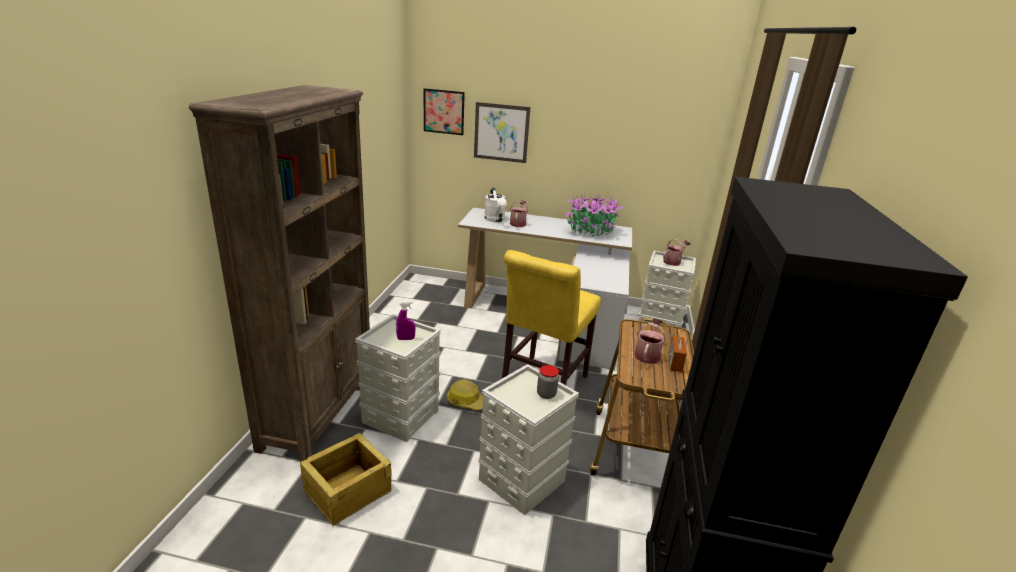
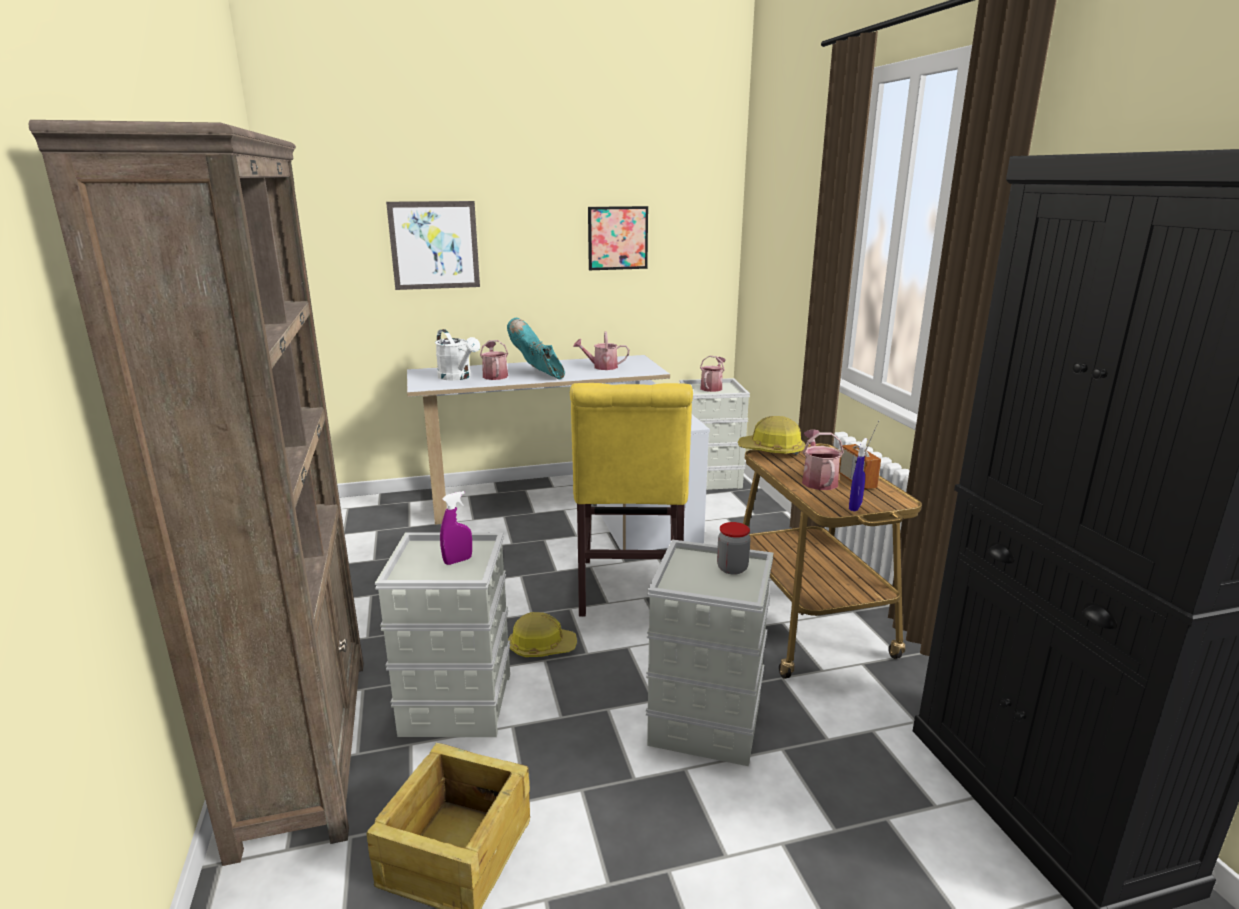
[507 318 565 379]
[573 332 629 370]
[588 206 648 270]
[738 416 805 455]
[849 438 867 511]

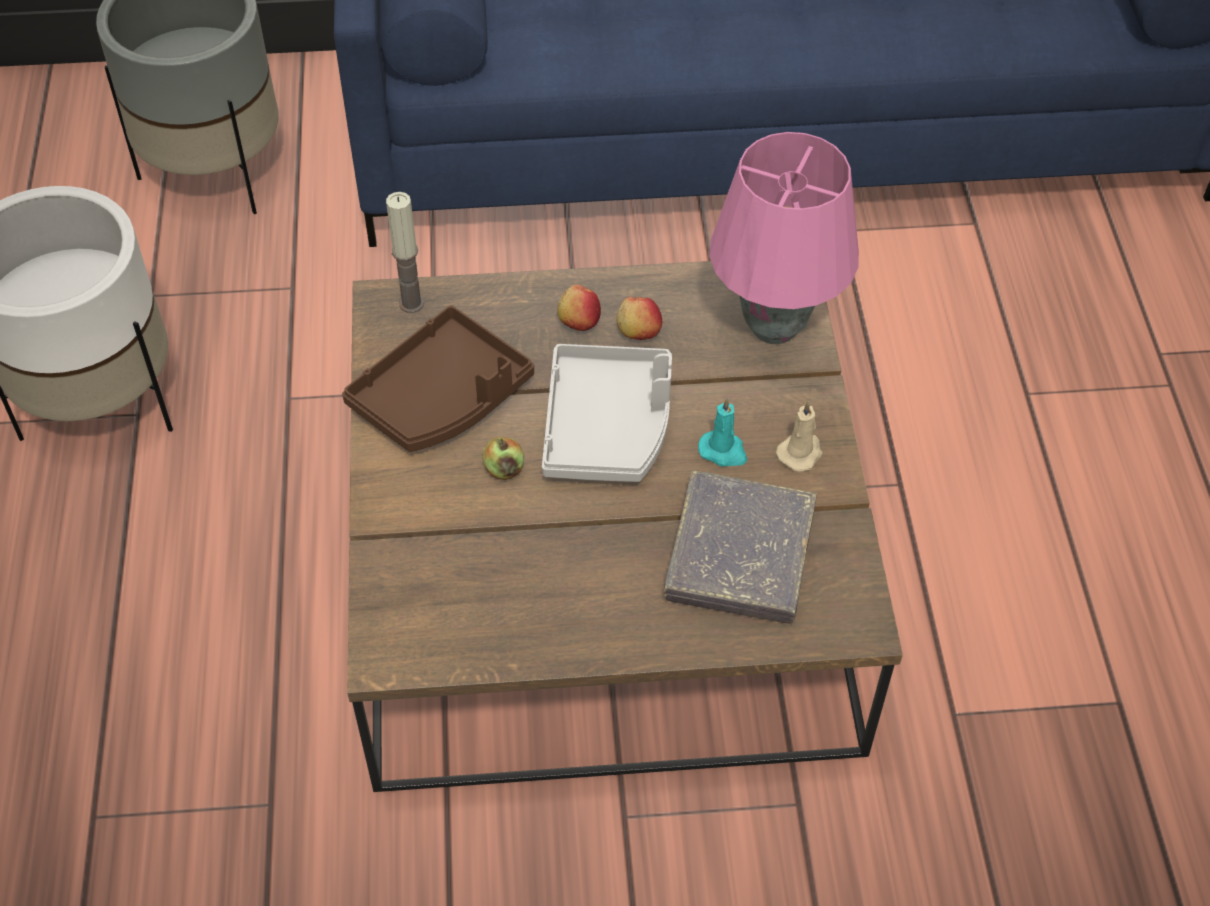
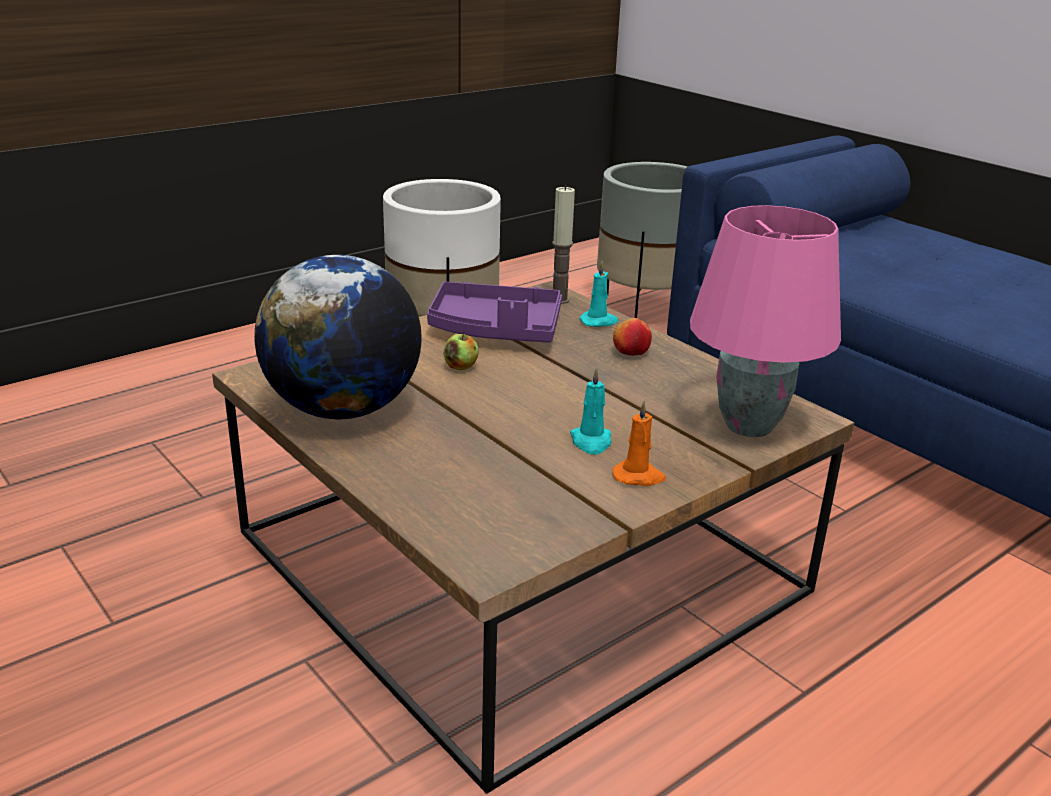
[254 255 422 419]
[427 282 562 342]
[579 261 619 327]
[613 400 666 486]
[542 344 672 482] (first image)
[616 297 662 340] (first image)
[664 471 817 624] (first image)

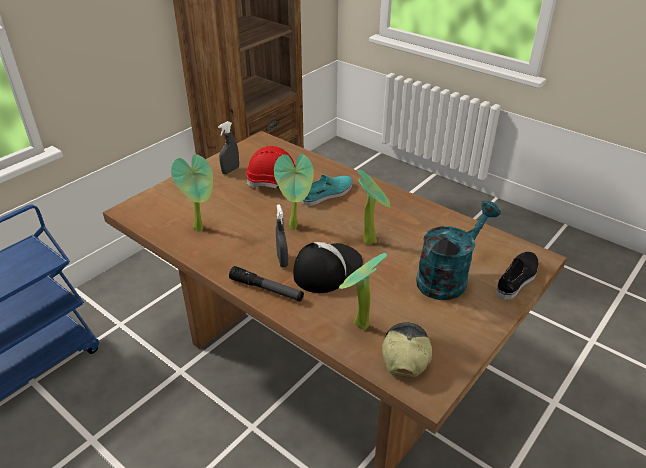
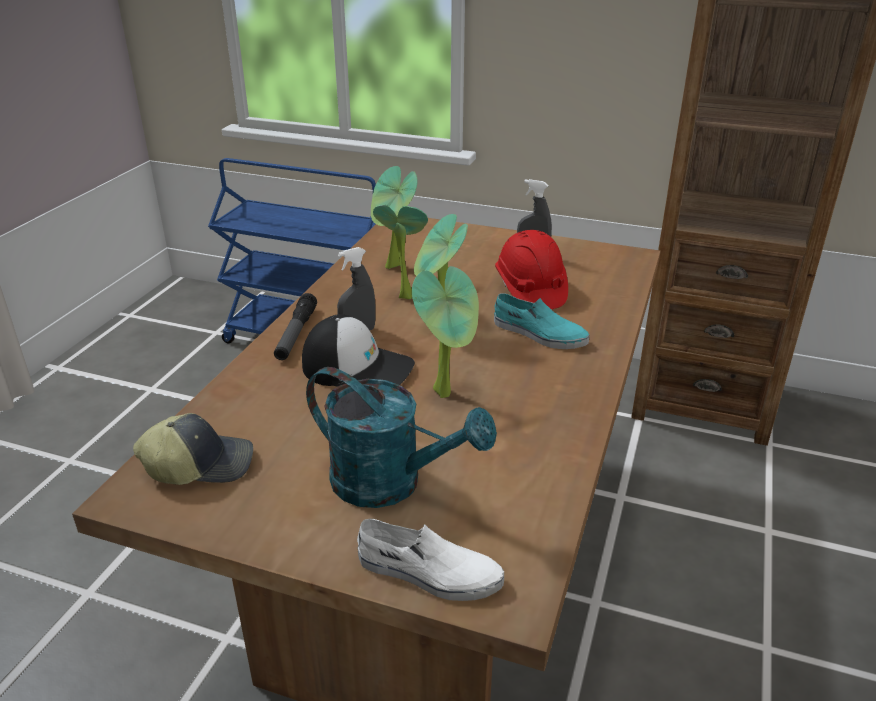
[357 519 504 601]
[373 205 428 299]

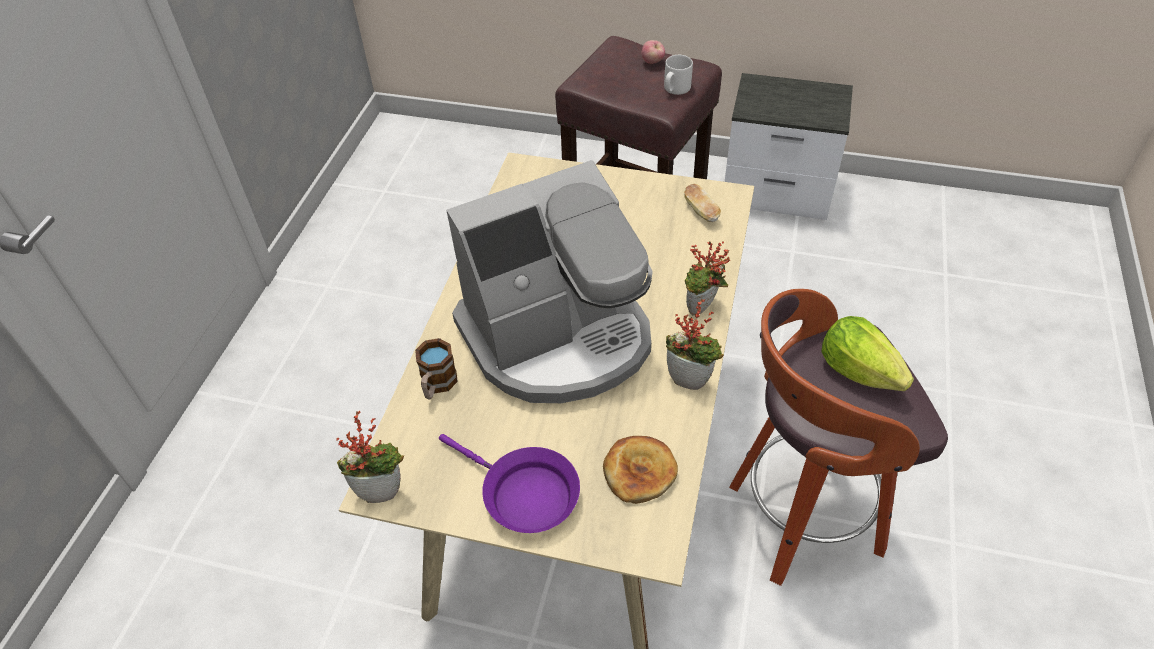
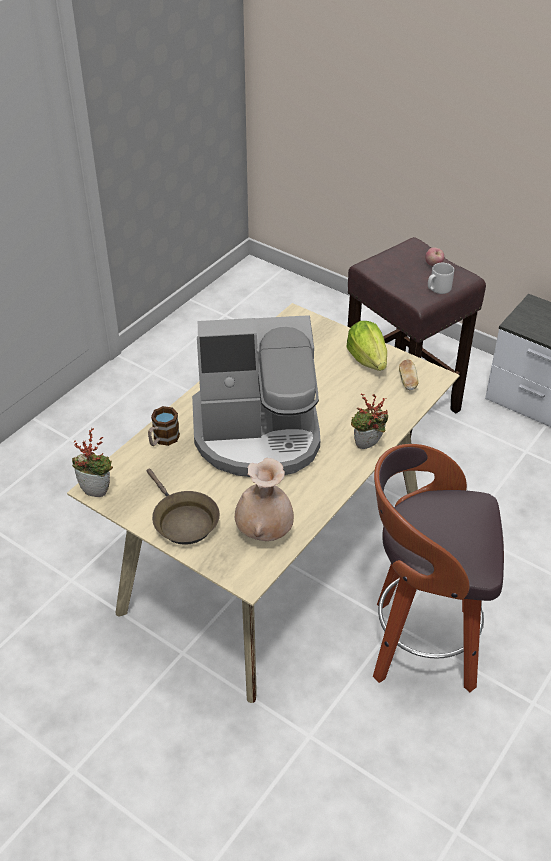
[146 469 220 545]
[235 458 294 541]
[347 321 387 371]
[666 299 724 390] (first image)

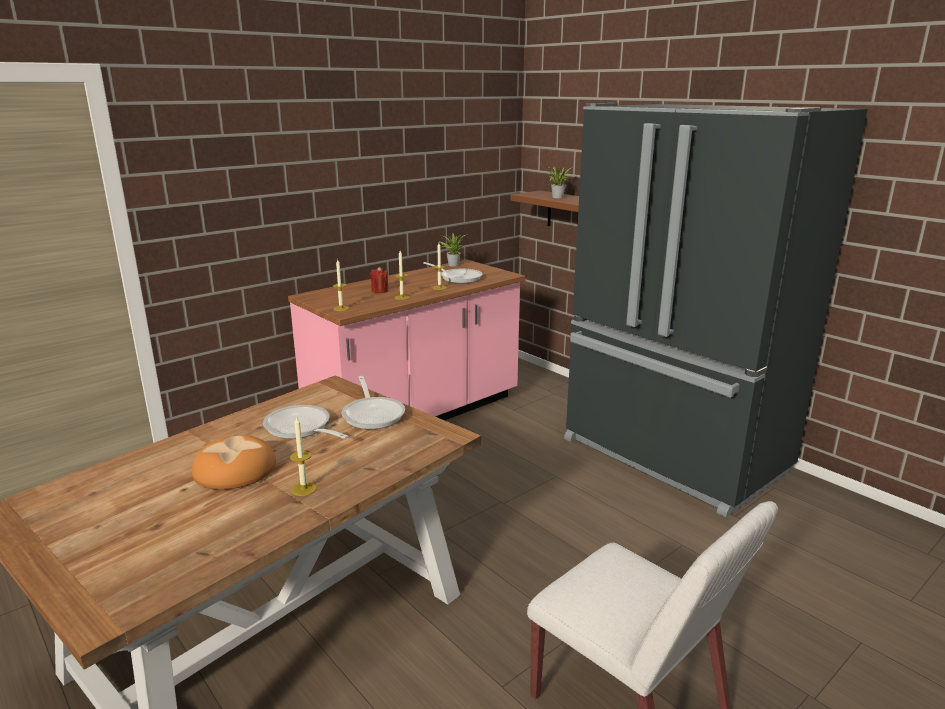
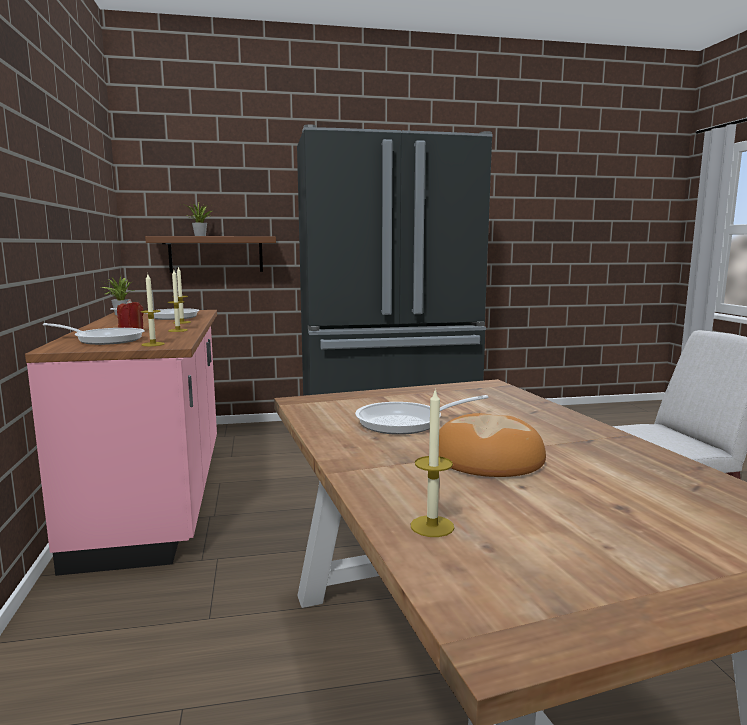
[43 323 145 345]
[411 389 454 537]

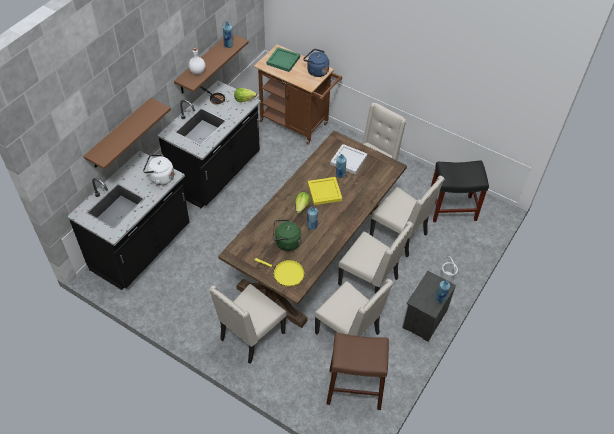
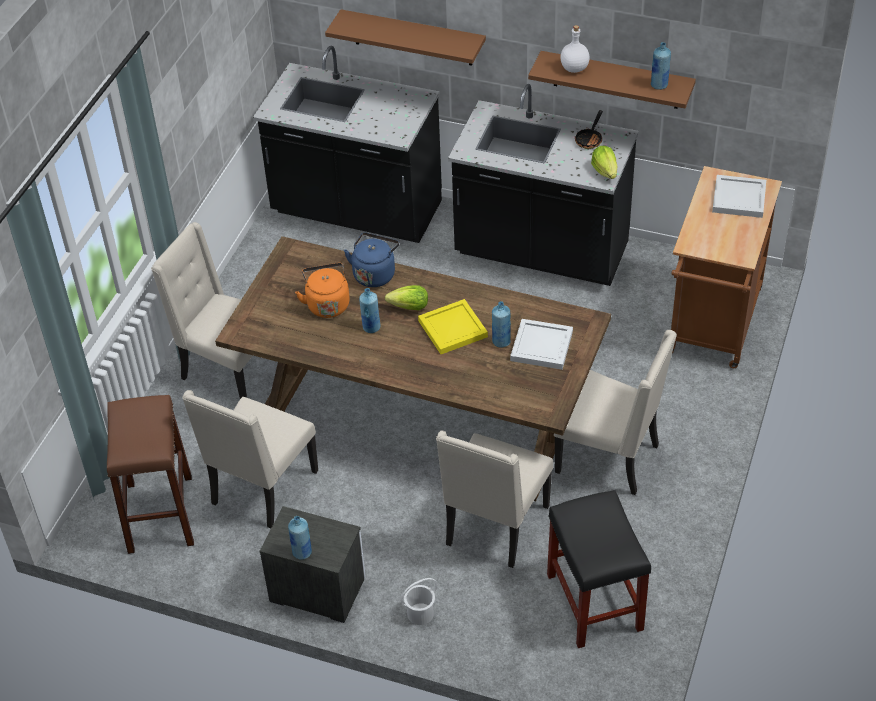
[295 263 350 318]
[344 233 399 287]
[712 175 766 218]
[143 154 174 185] (first image)
[255 258 305 287] (first image)
[338 221 413 294] (first image)

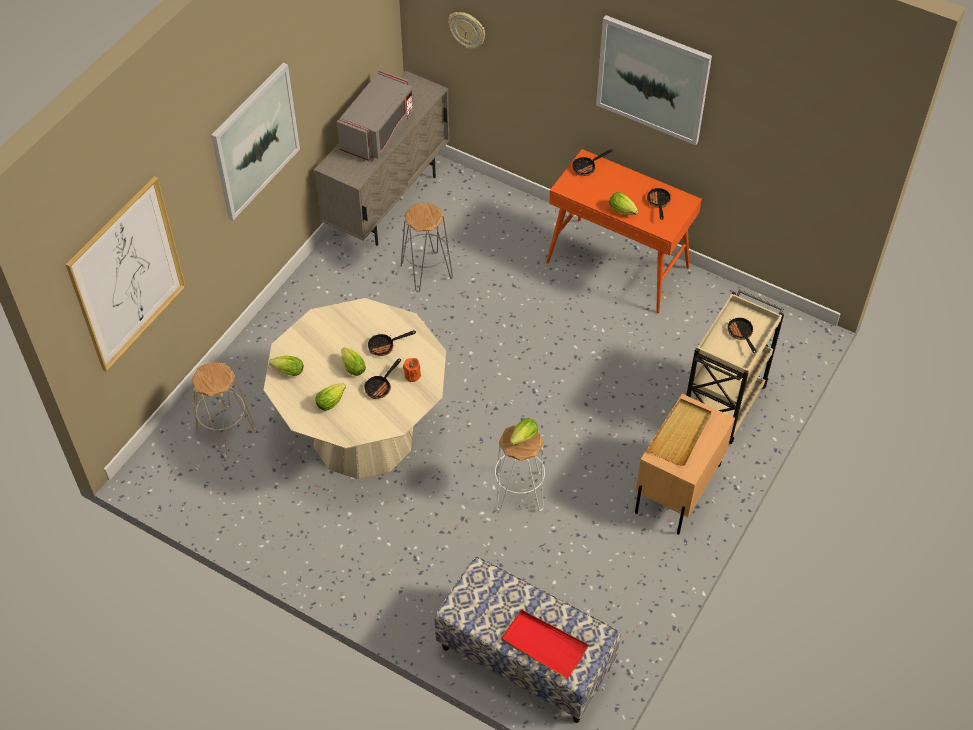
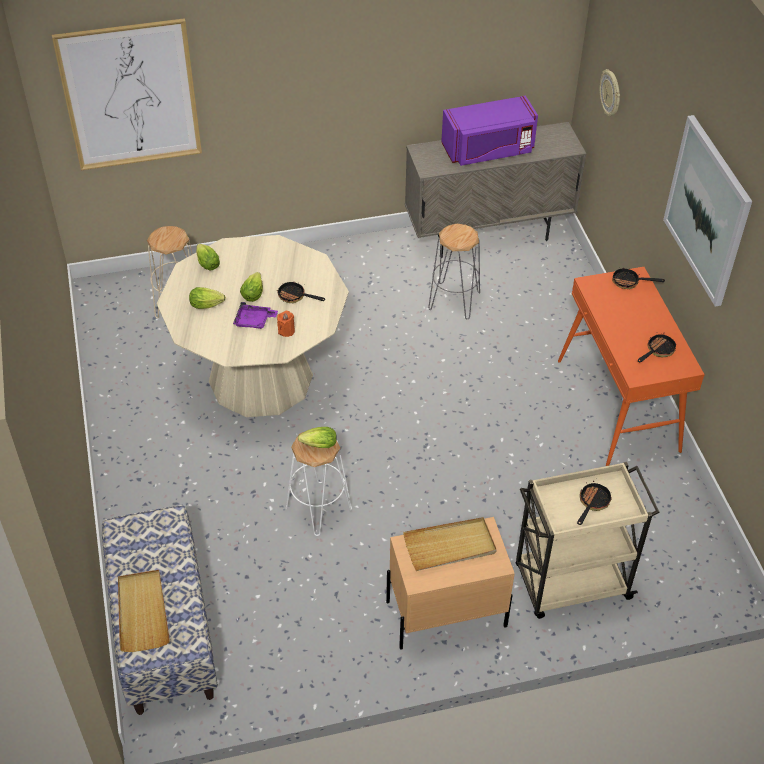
[118 570 170 652]
[233 302 278 329]
[441 96 538 166]
[211 63 300 220] (first image)
[609 192 638 215] (first image)

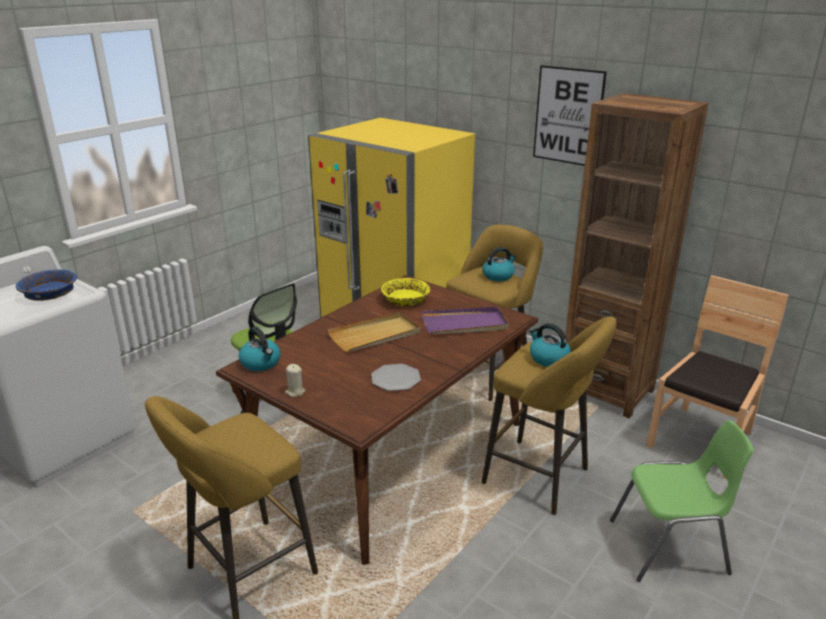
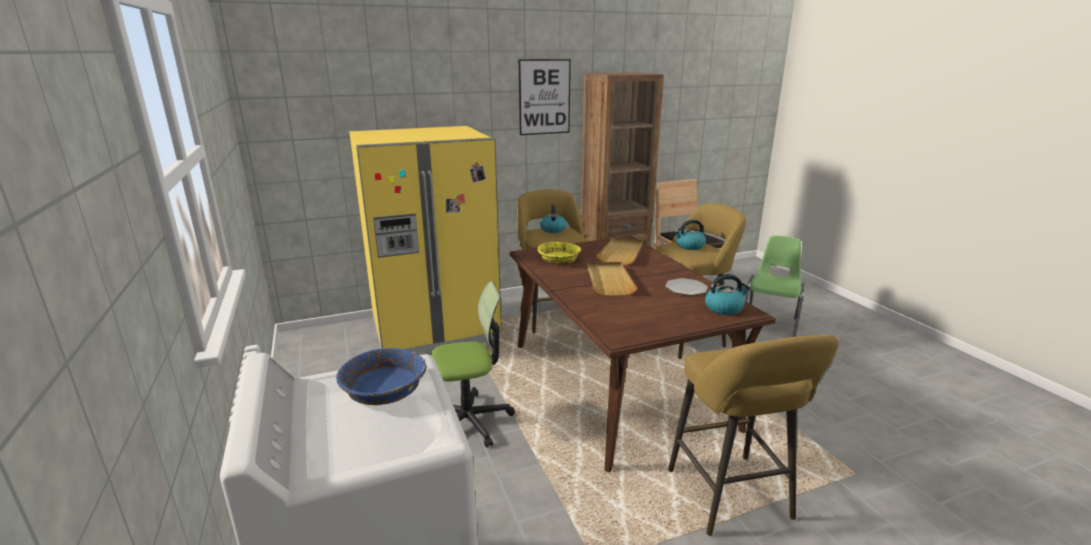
[597 237 643 265]
[705 274 751 315]
[285 364 305 397] (first image)

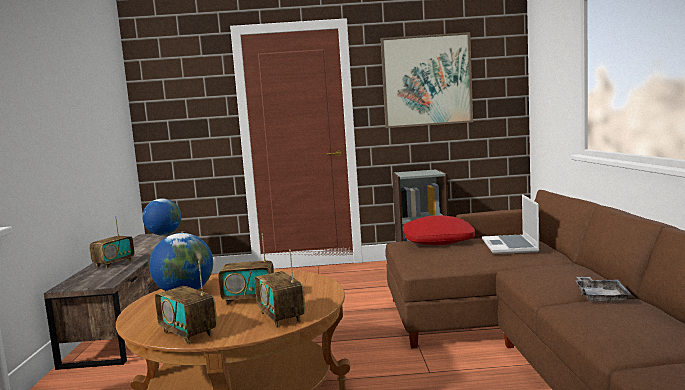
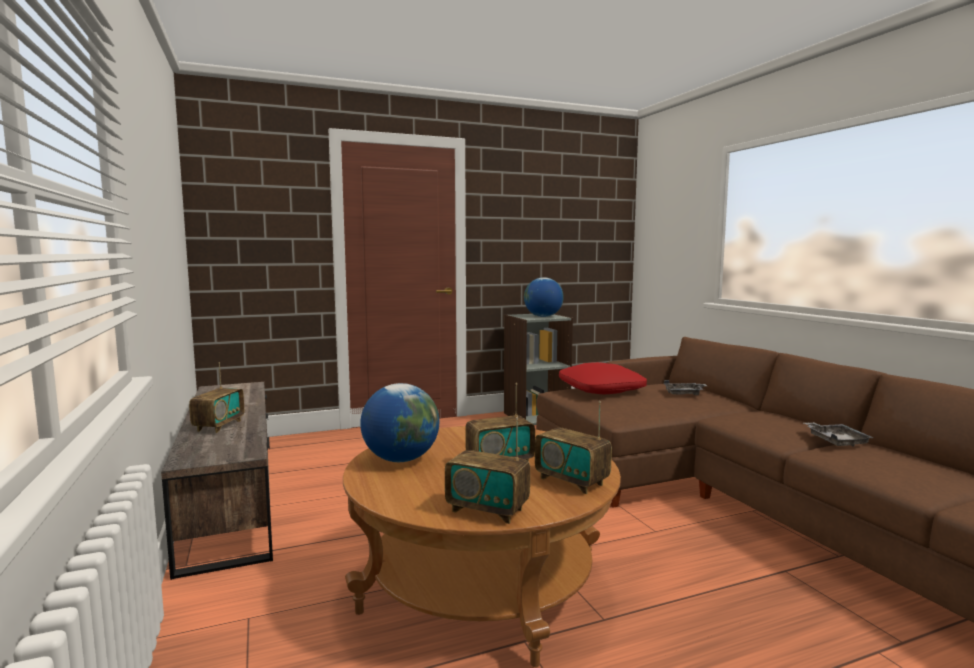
[524 277 564 317]
[664 380 707 395]
[381 32 473 128] (first image)

